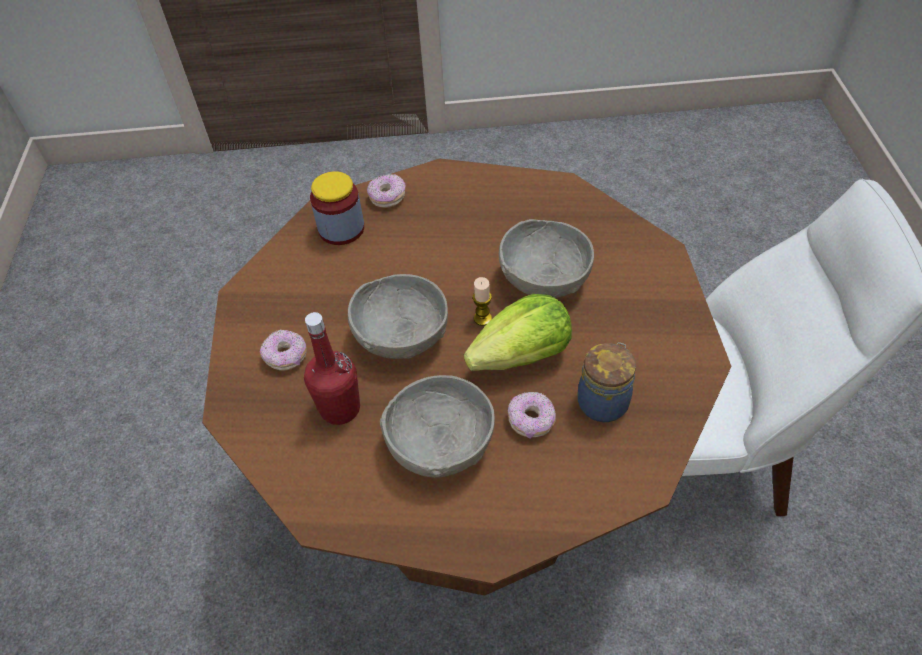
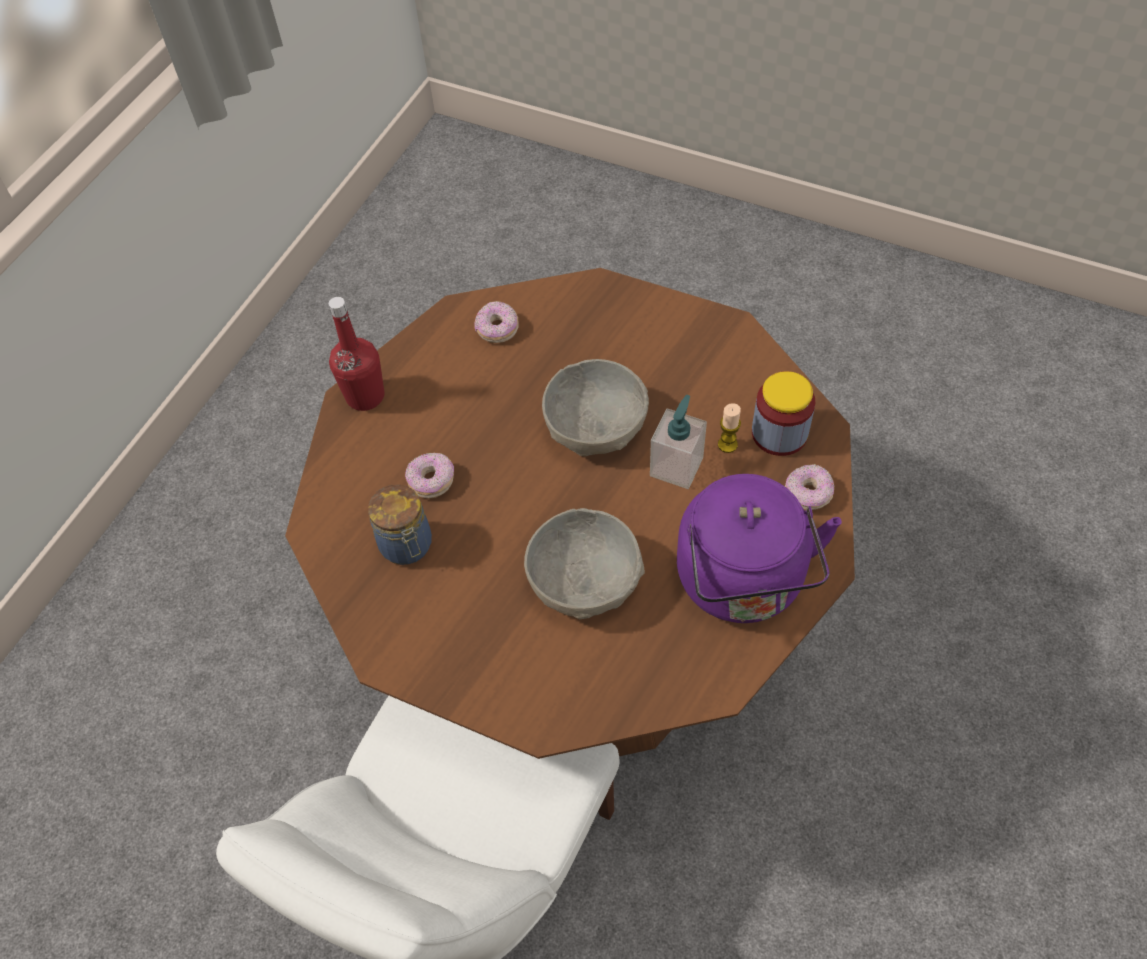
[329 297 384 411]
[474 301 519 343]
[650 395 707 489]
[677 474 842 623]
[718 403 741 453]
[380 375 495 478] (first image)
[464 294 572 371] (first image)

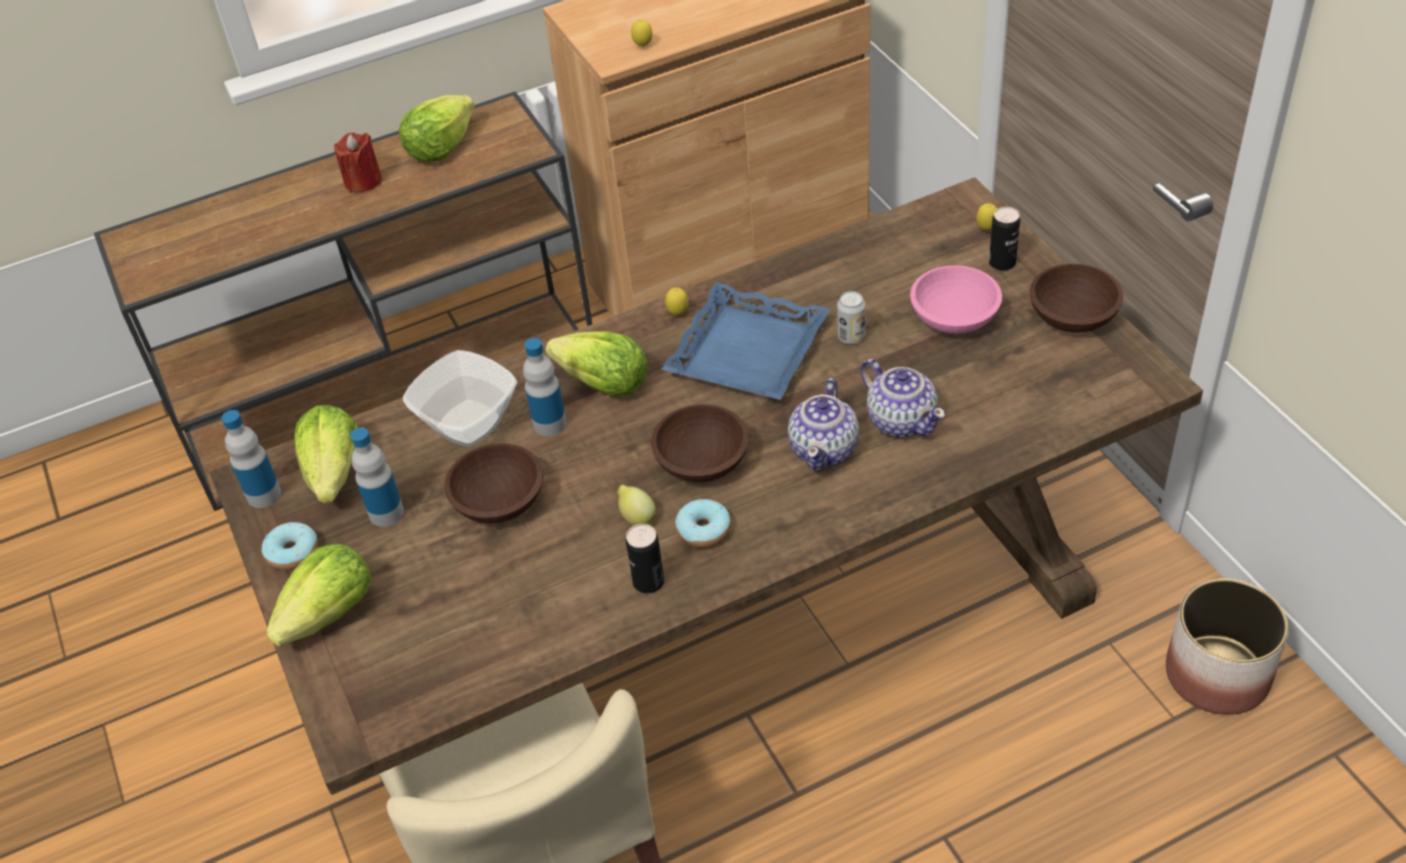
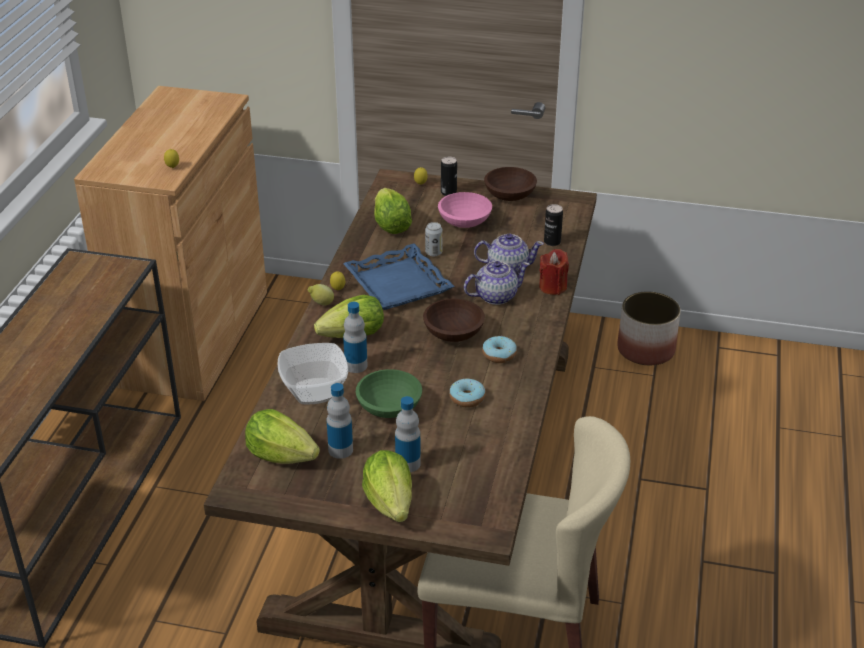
[308 284 334 305]
[356 369 422 418]
[374 188 412 234]
[395 396 421 472]
[449 378 485 408]
[464 261 530 305]
[539 249 569 295]
[544 204 563 246]

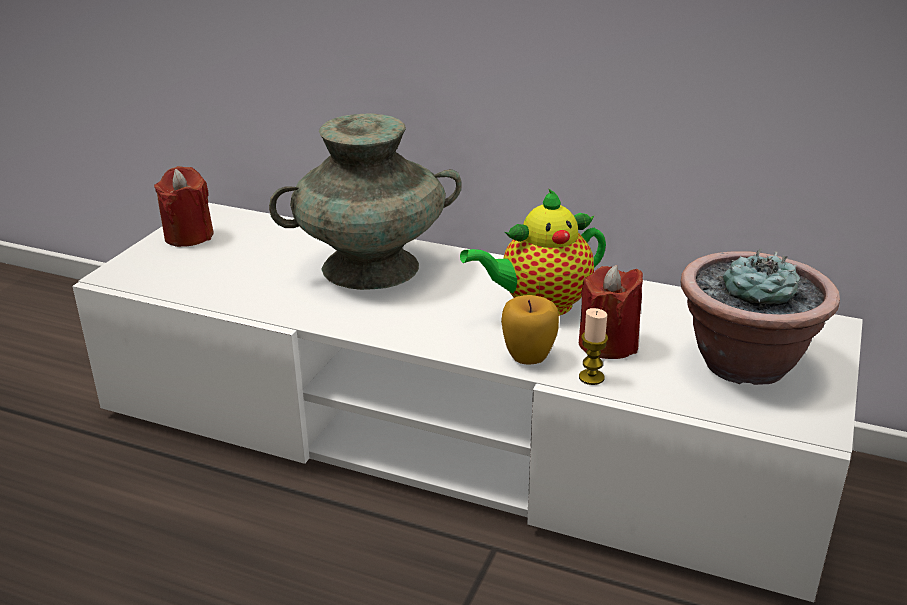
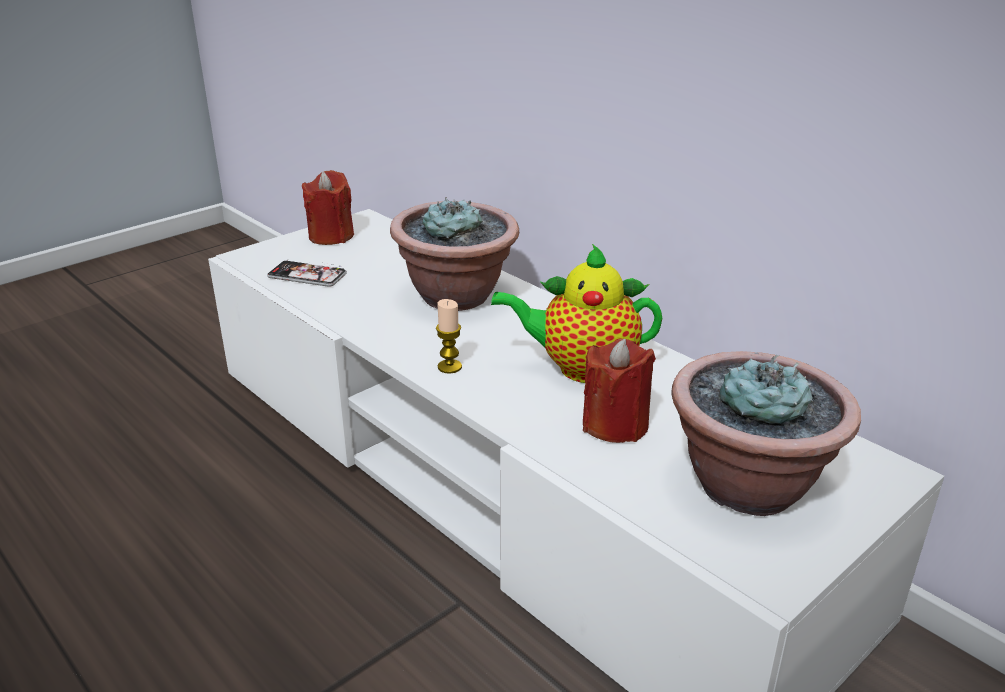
[267 259 347 287]
[390 197 519 311]
[436 299 462 374]
[501 295 559 365] (first image)

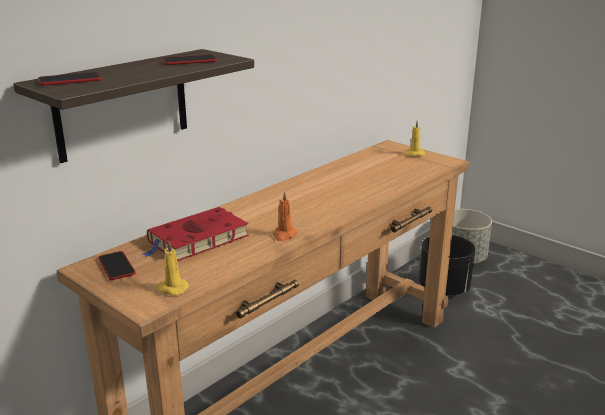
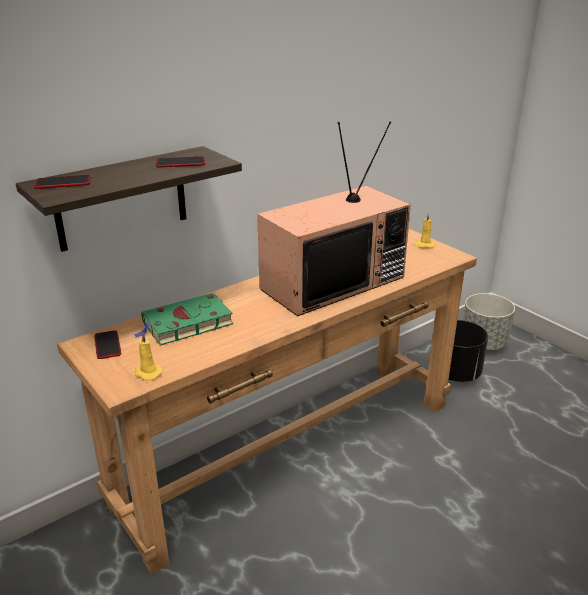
[134 293 233 346]
[257 122 411 316]
[273 191 298 241] (first image)

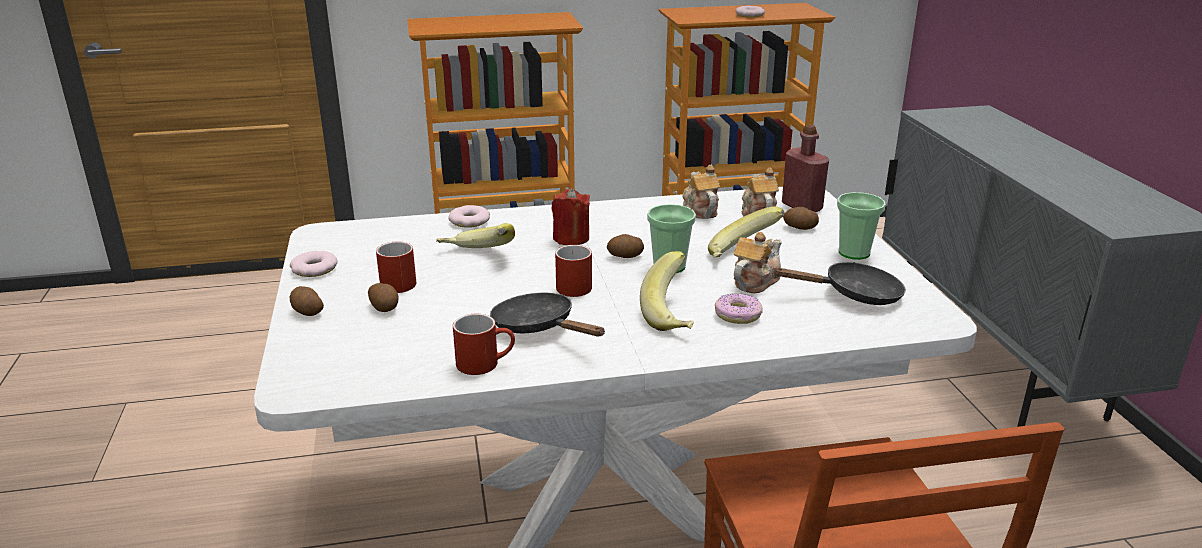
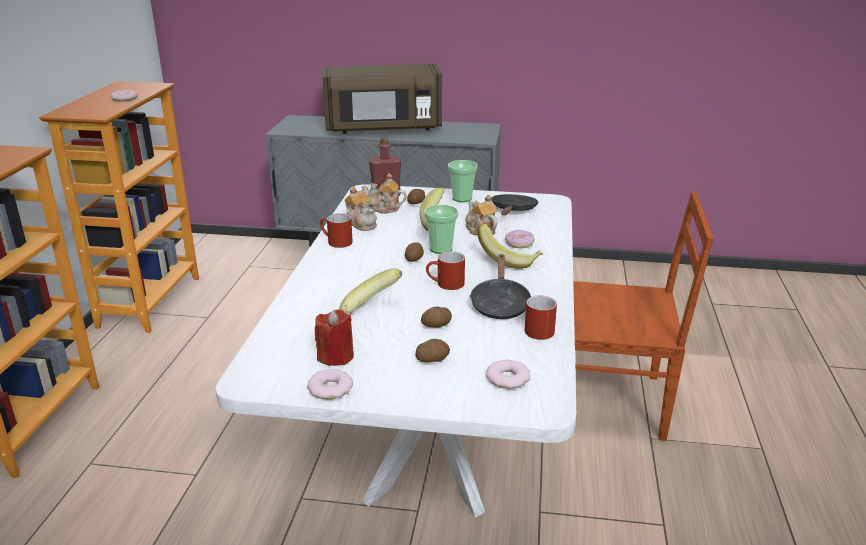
[315 310 354 366]
[320 213 353 248]
[322 64 442 133]
[345 187 377 231]
[421 307 452 328]
[469 254 531 319]
[486 360 530 389]

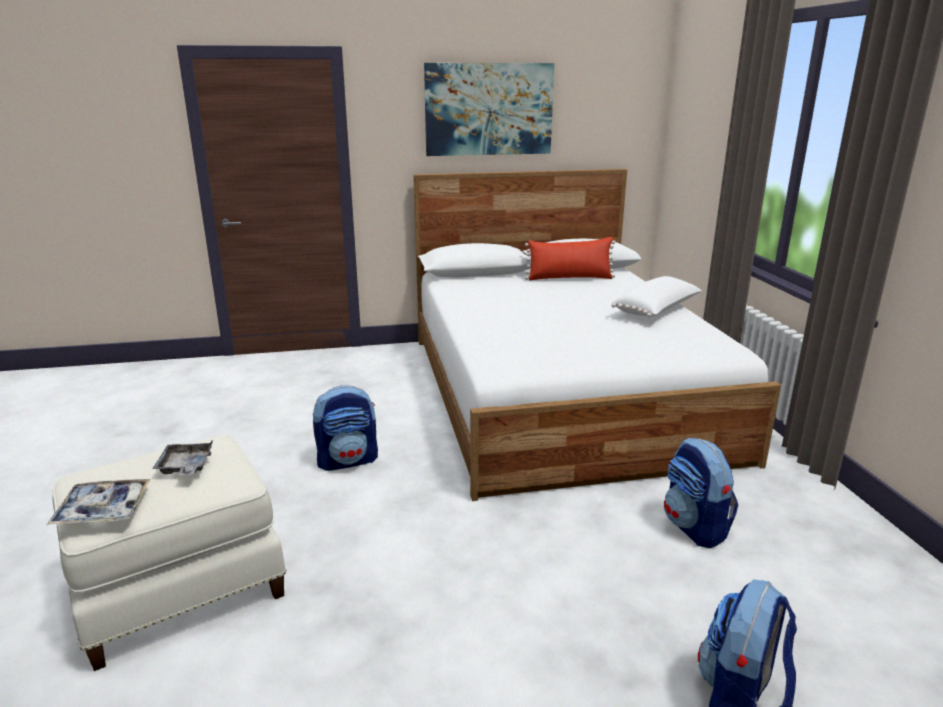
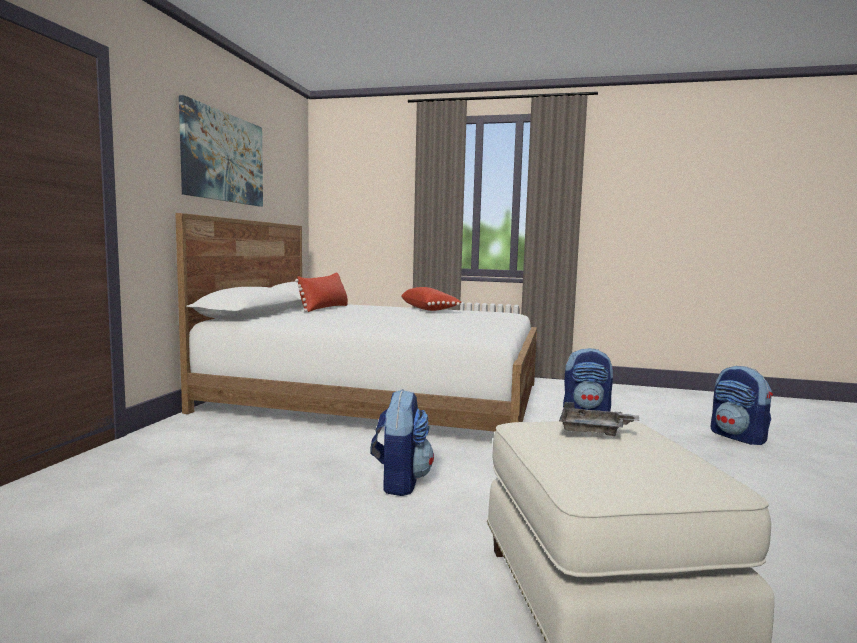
[401 287 462 311]
[47 479 150 525] (first image)

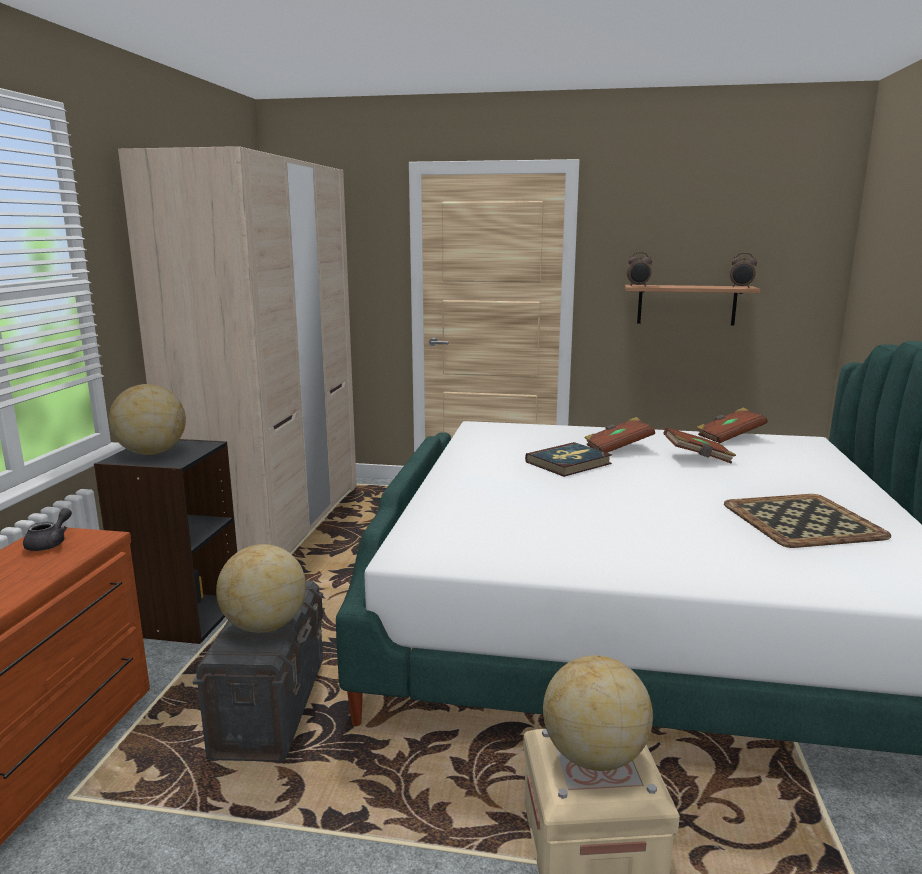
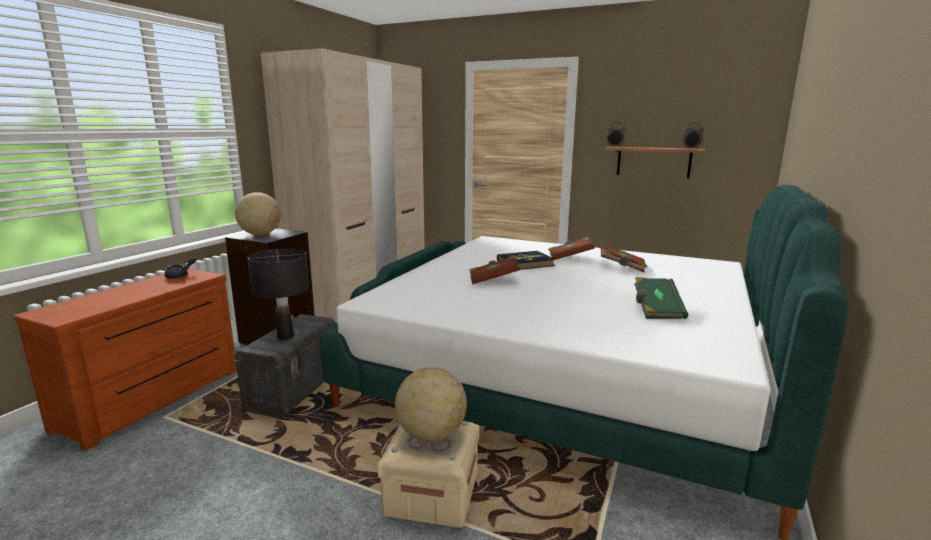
[248 249 309 340]
[470 256 520 284]
[634 277 688 319]

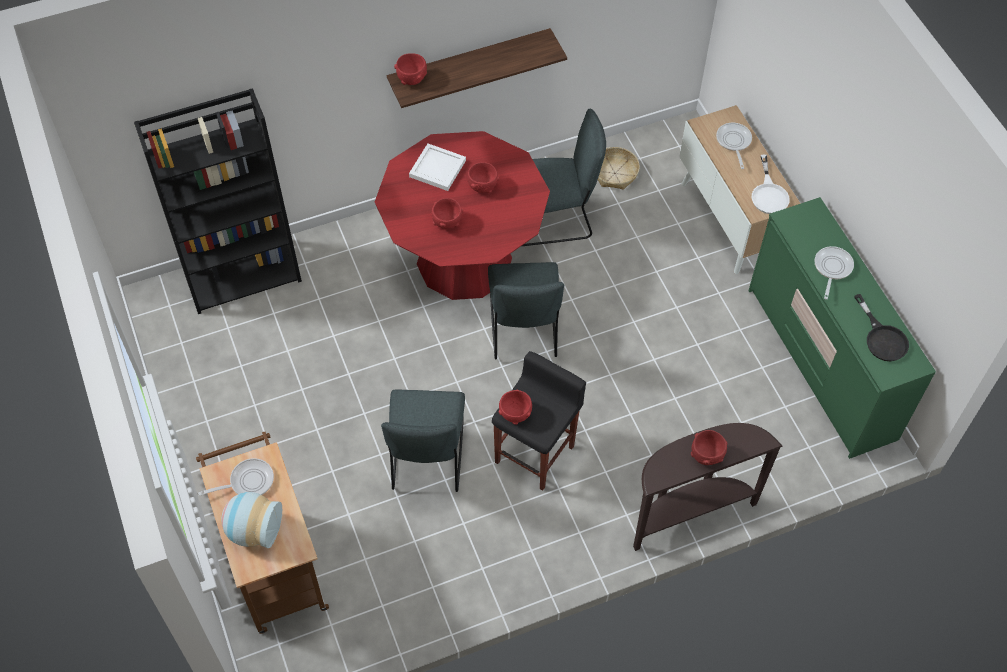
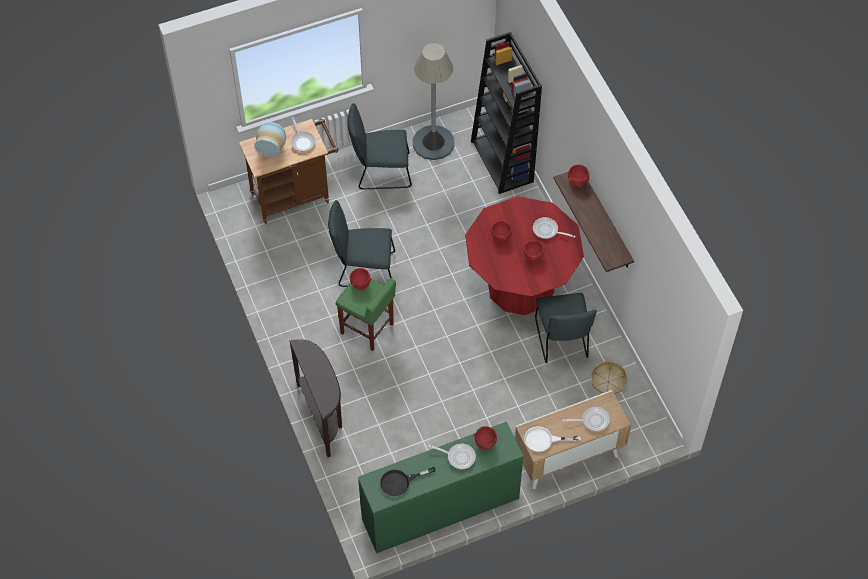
[336 278 396 351]
[348 103 412 189]
[413 43 454 160]
[474 426 497 450]
[533 217 576 239]

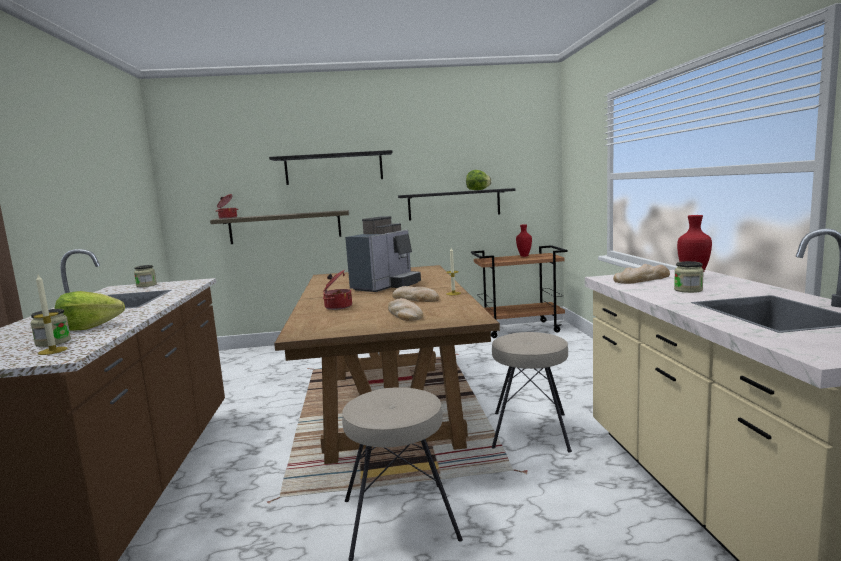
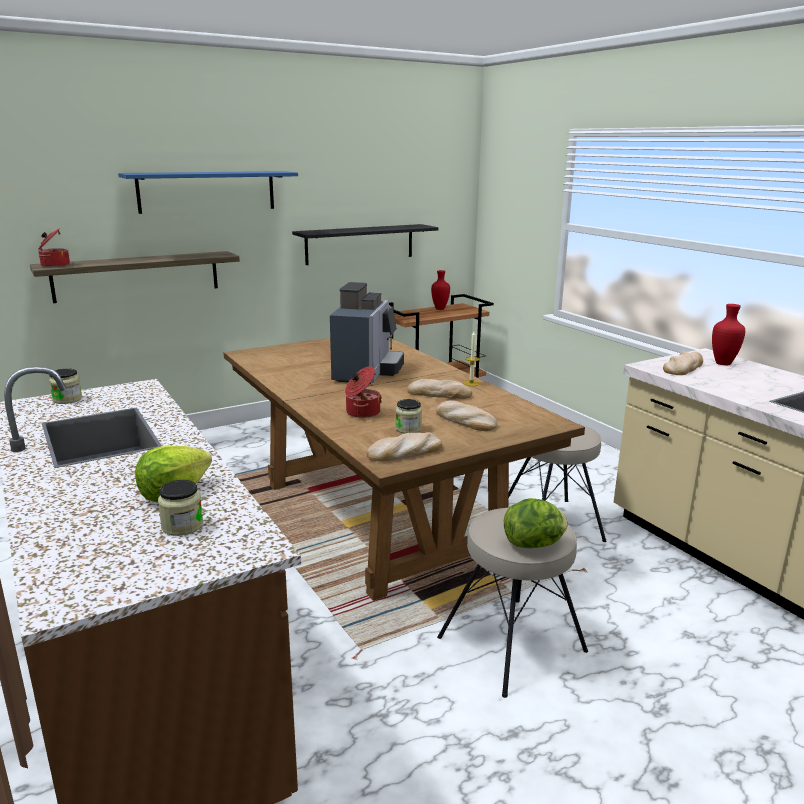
[118 171 298 214]
[366 432 443 461]
[395 399 422 433]
[504 498 568 548]
[33 274 68 355] (first image)

